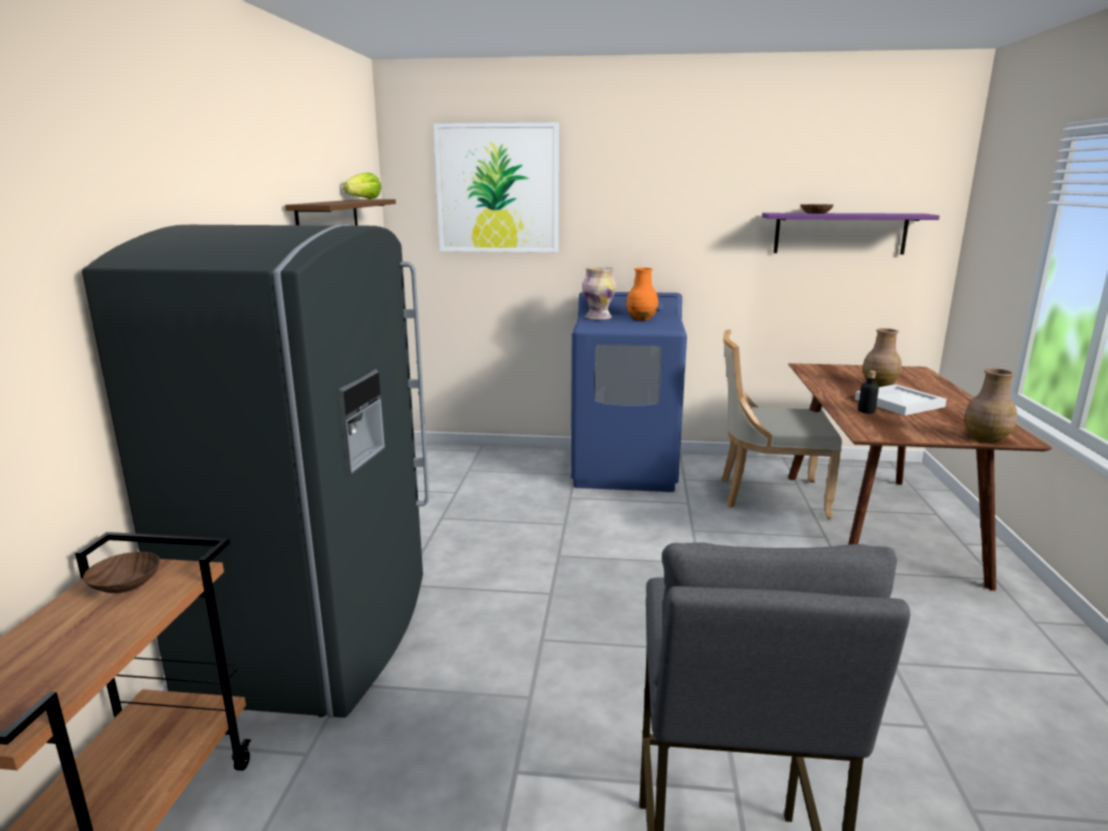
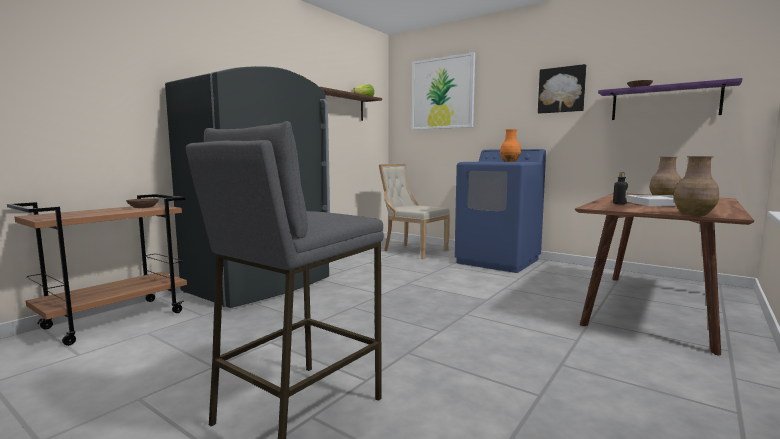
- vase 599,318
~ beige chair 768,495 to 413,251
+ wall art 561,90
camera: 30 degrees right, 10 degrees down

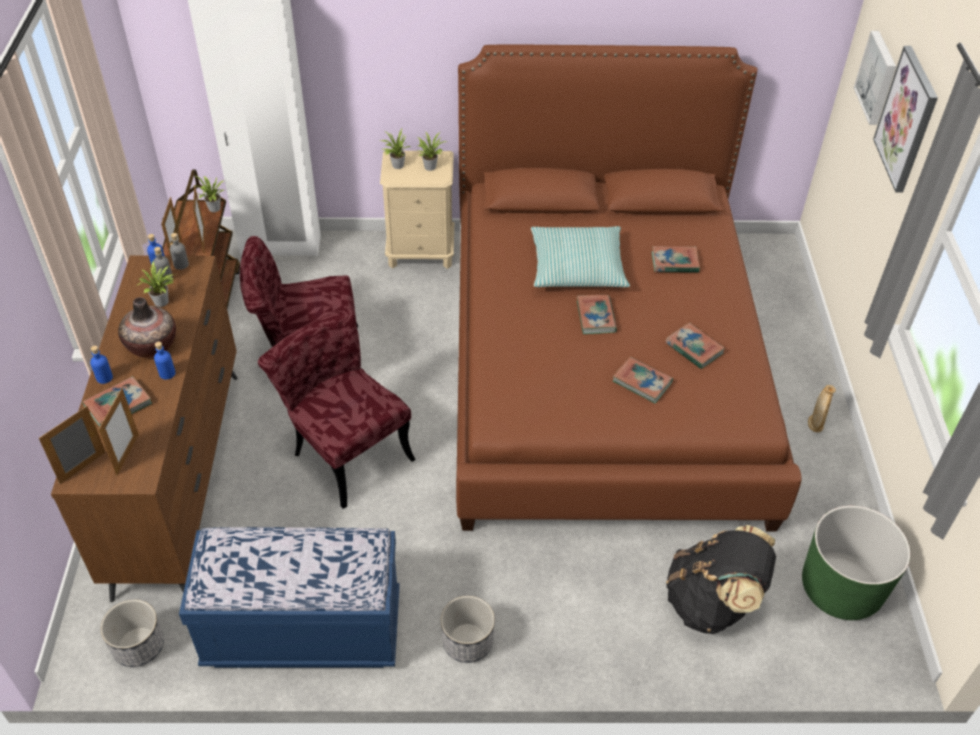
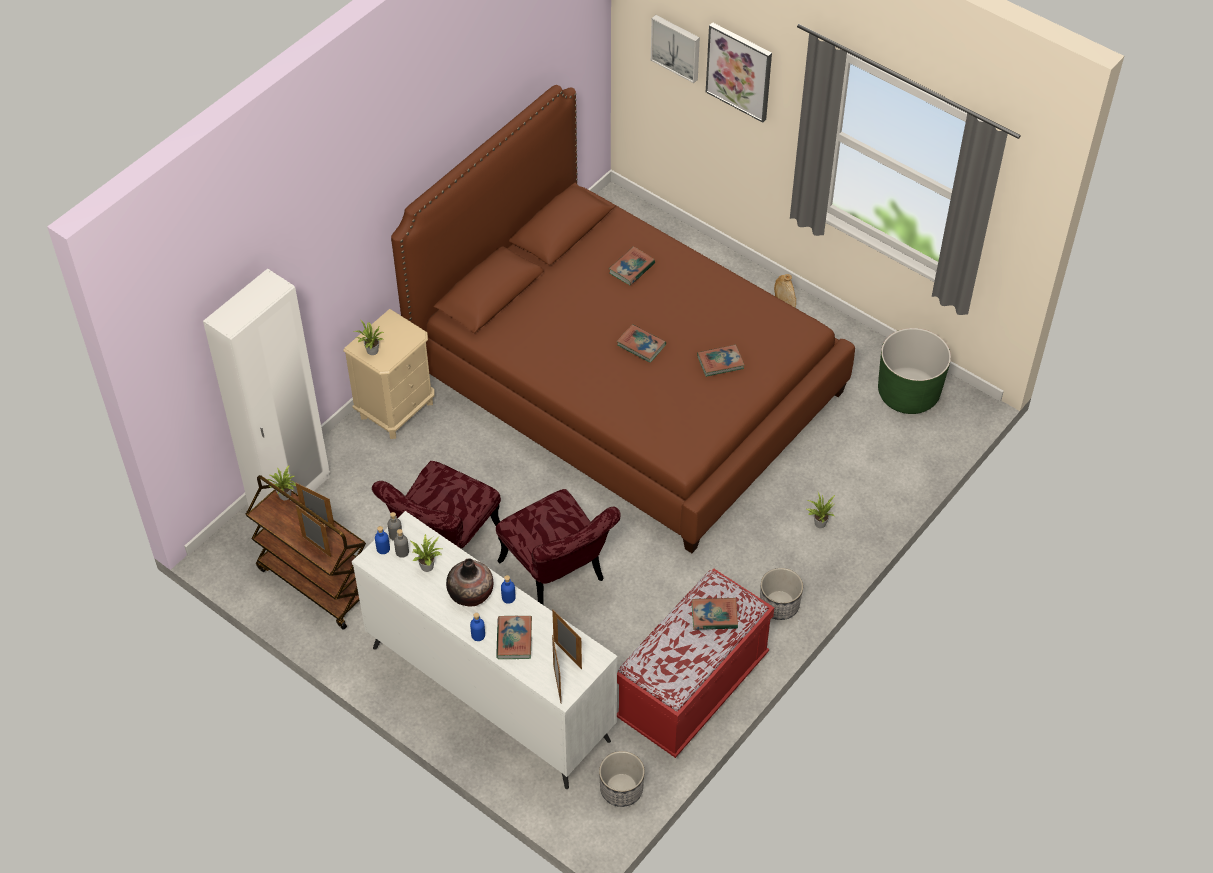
~ potted plant 430,166 to 819,522
- throw pillow 577,267
~ brown chest of drawers 180,478 to white-coloured chest of drawers 489,692
~ red chair 345,450 = 558,578 120 degrees counterclockwise
~ book 694,348 to 714,616
- black-coloured backpack 712,603
~ bluish long seat 303,631 to red long seat 693,689
camera: 50 degrees left, 5 degrees up

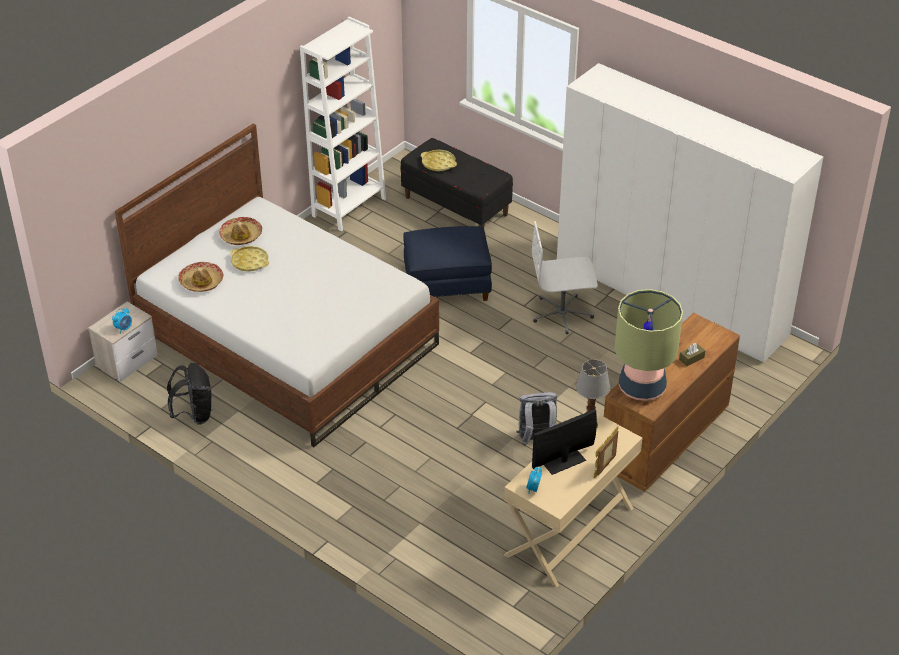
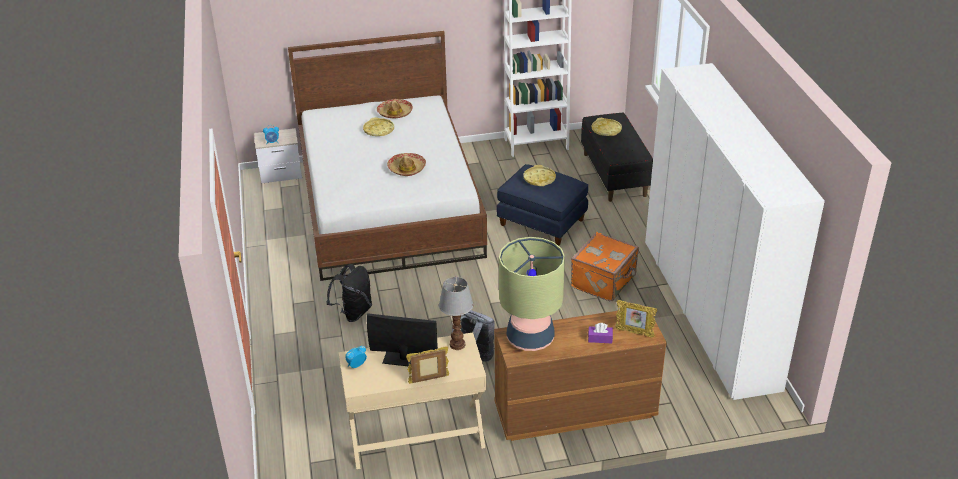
~ white-coloured computer chair 562,314 to orangey suitcase 604,281
~ wearable hat 201,281 to 407,168
~ brown box of tissues 691,358 to purplish box of tissues 600,338
~ black-coloured backpack 194,414 to 353,312
+ yellowish tray 539,179
+ standing frame 634,332
camera: 40 degrees right, 5 degrees down

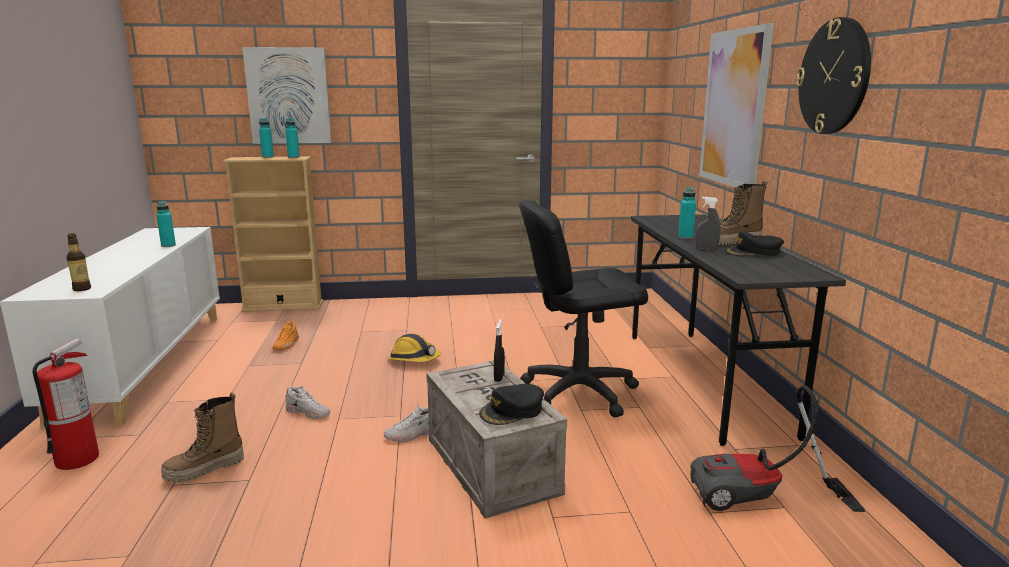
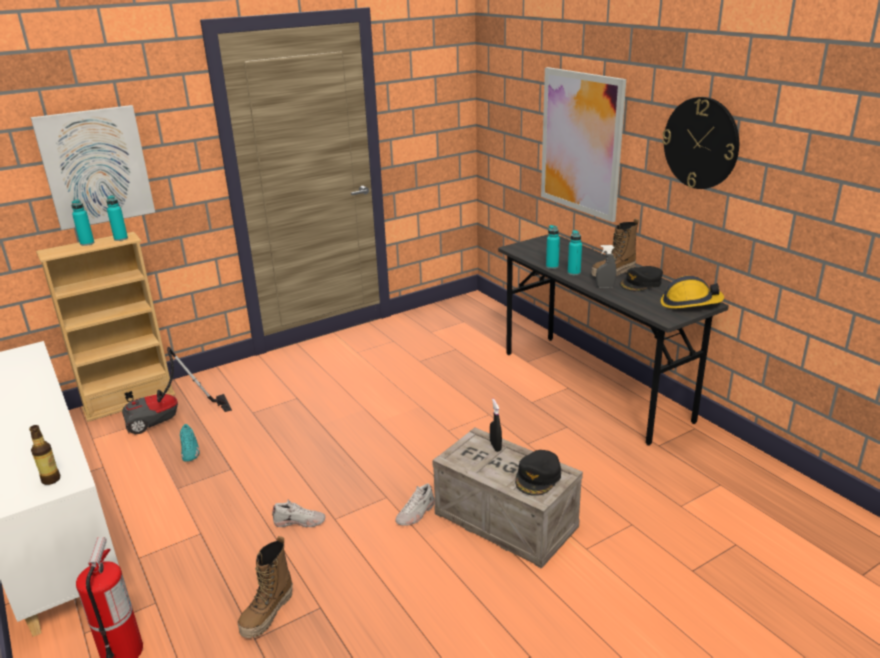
- black-coloured computer chair 578,392
~ turquoise beverage bottle 168,245 to 552,266
~ orangey shoe 286,344 to turquoise shoe 190,451
~ safety helmet 414,360 to 689,303
~ vacuum 760,500 to 169,420
camera: 25 degrees left, 10 degrees up

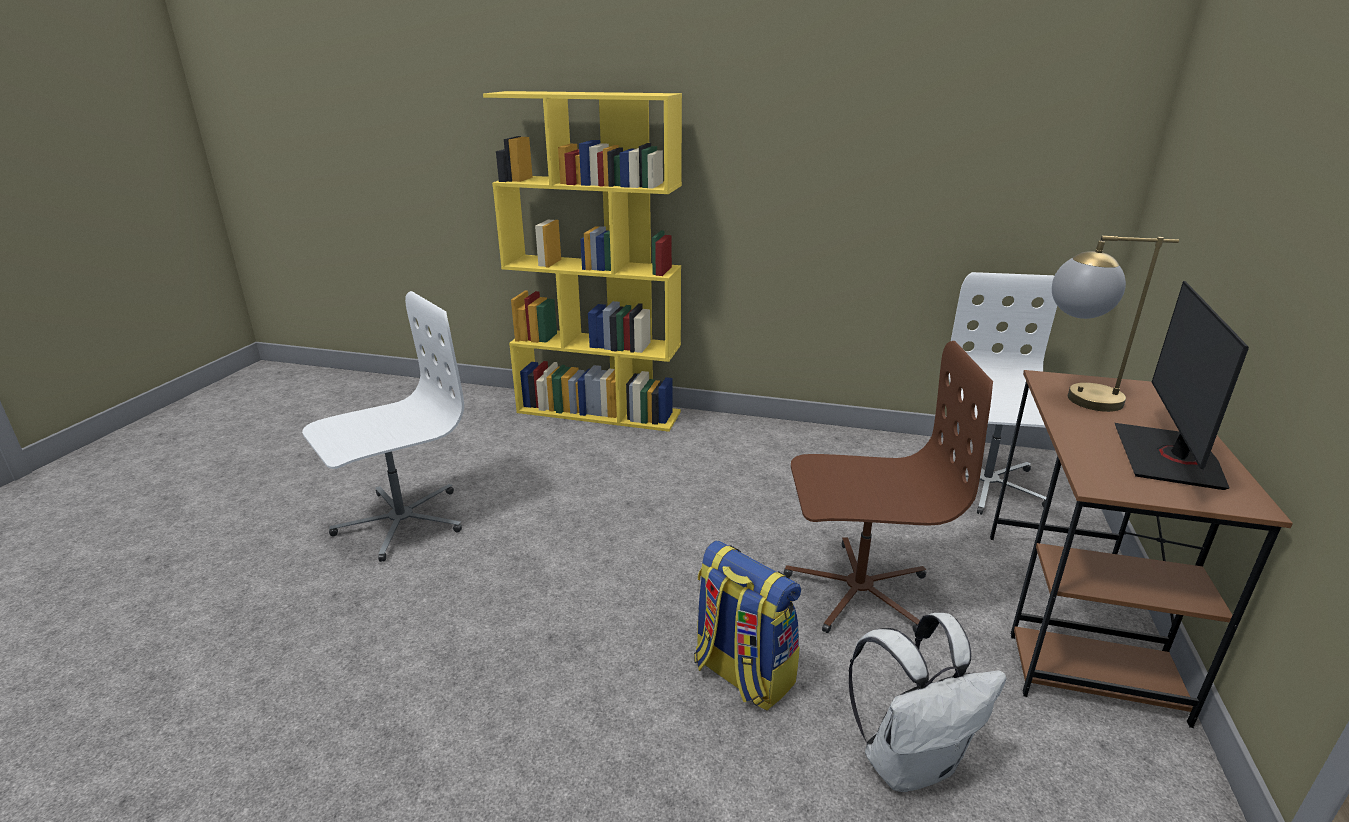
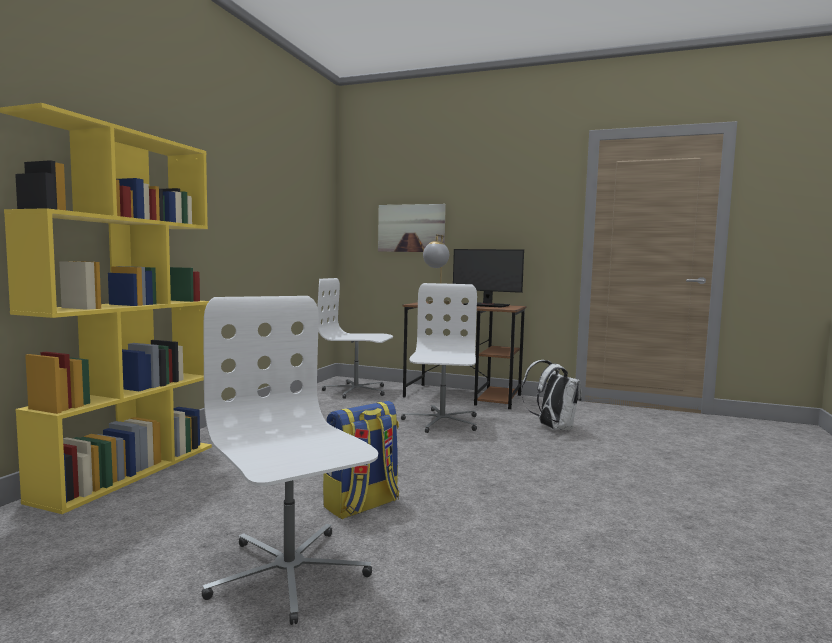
~ brown computer chair 857,590 to white-coloured computer chair 441,421
~ backpack 741,674 to 362,505
+ wall art 411,228
camera: 85 degrees left, 20 degrees down

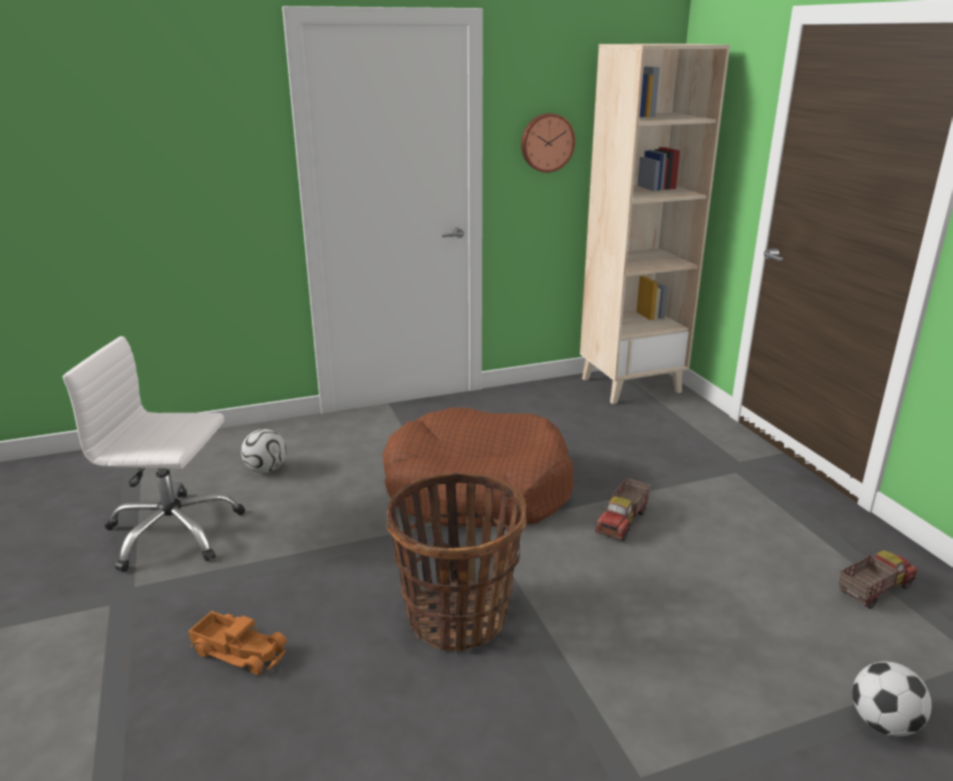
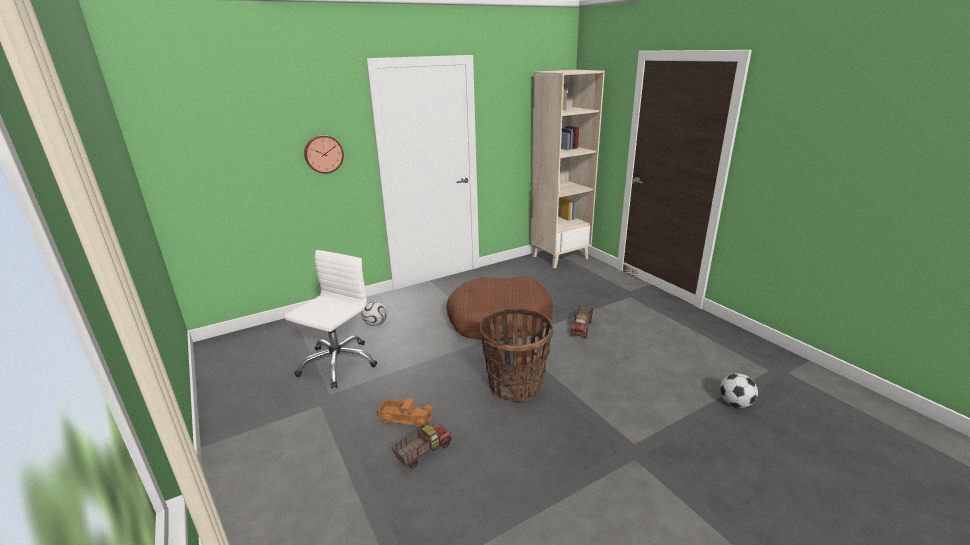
~ hanging clock 546,142 to 323,154
~ white-coloured computer chair 173,532 = 337,363 120 degrees clockwise
~ model truck 873,590 to 422,452
camera: 10 degrees left, 0 degrees up

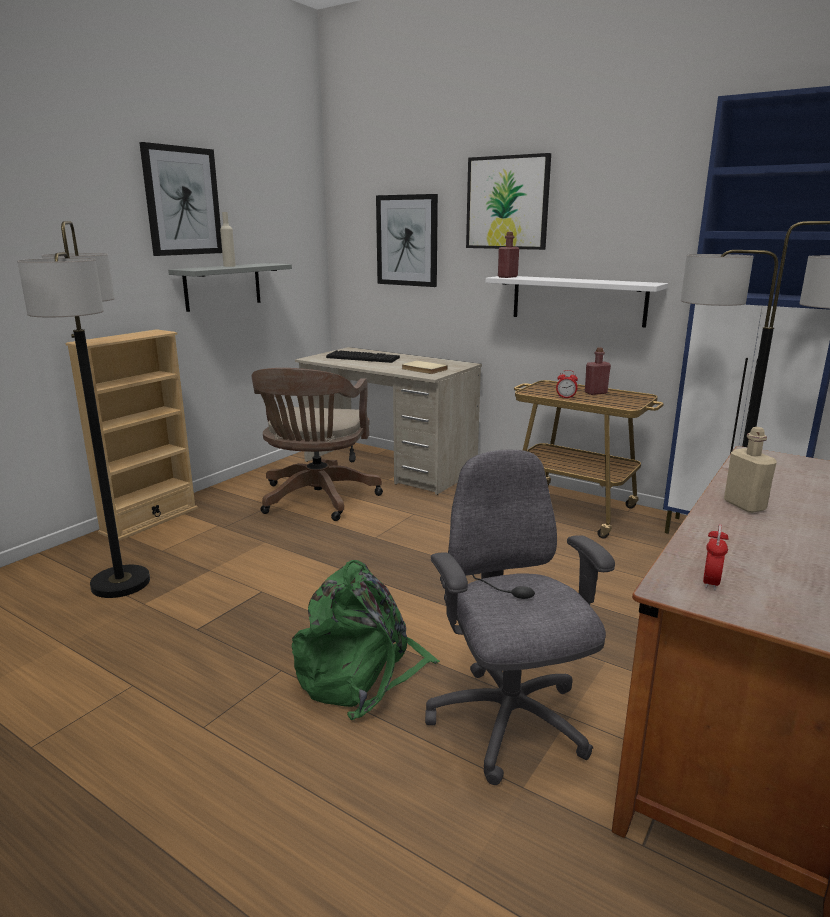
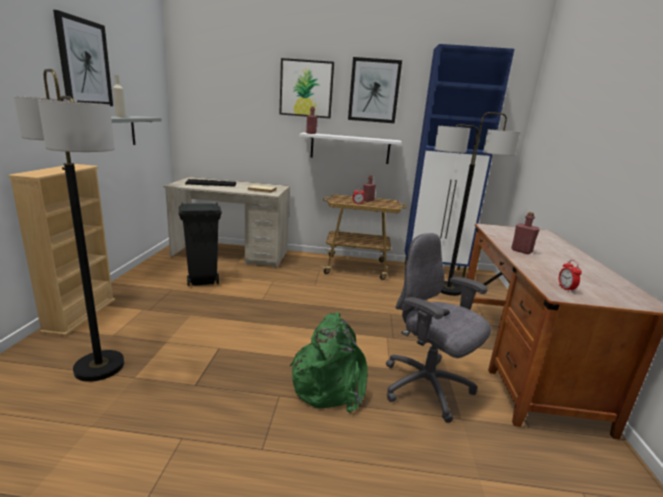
~ wall art 407,240 to 374,91
~ brown computer chair 316,500 to black-coloured waste bin 202,281
~ beige beverage bottle 744,505 to red beverage bottle 521,251
camera: 30 degrees left, 0 degrees up

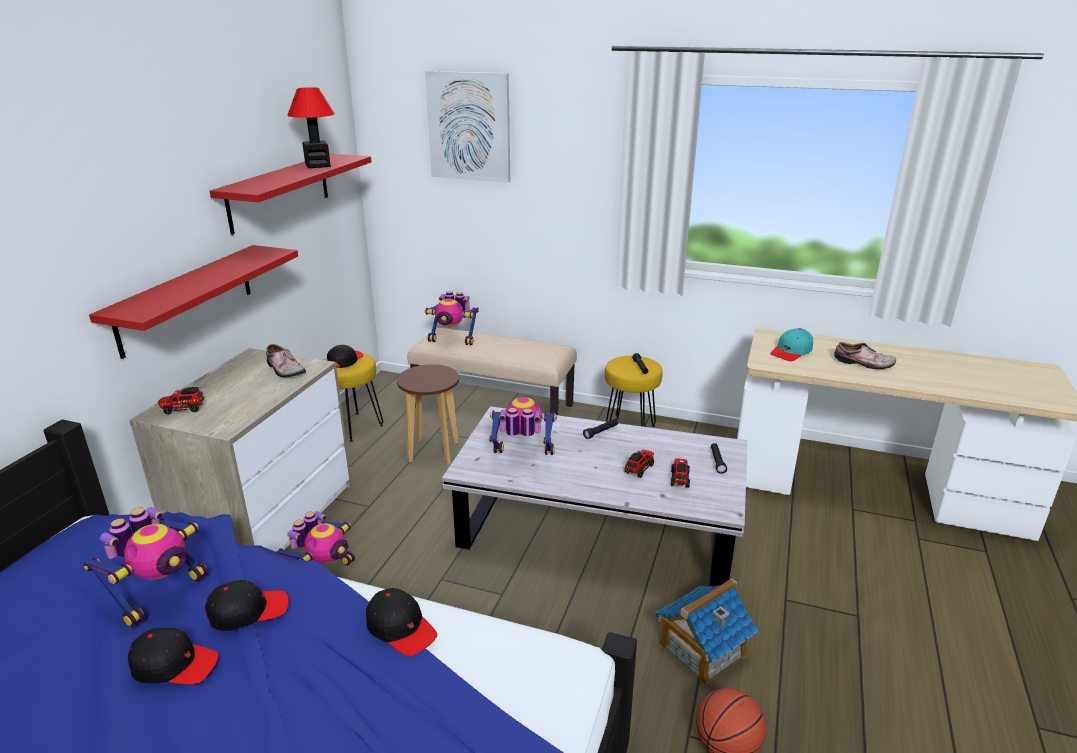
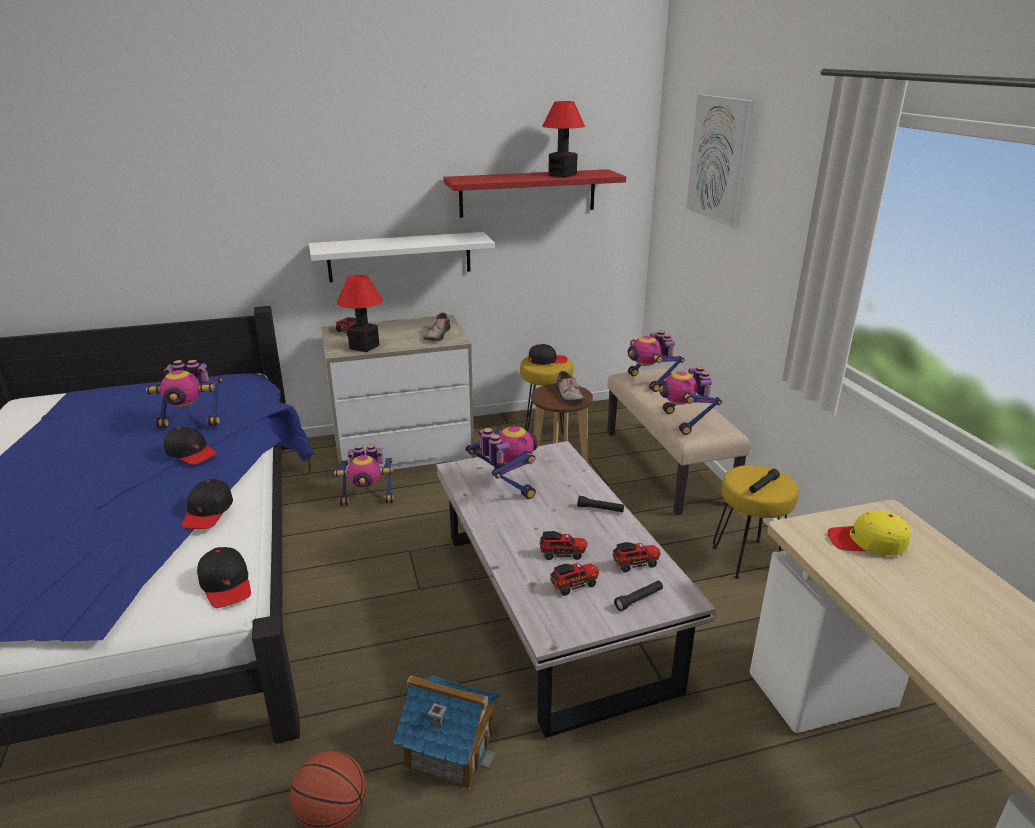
~ red shelf 186,299 to white-coloured shelf 400,257
~ turquoise peaked cap 791,352 to yellowish peaked cap 867,542
~ shoe 864,363 to 567,395
~ black-coloured peaked cap 174,664 to 226,584
+ table lamp 364,347
+ toy robot 683,422
+ model truck 636,563
camera: 55 degrees right, 0 degrees up

